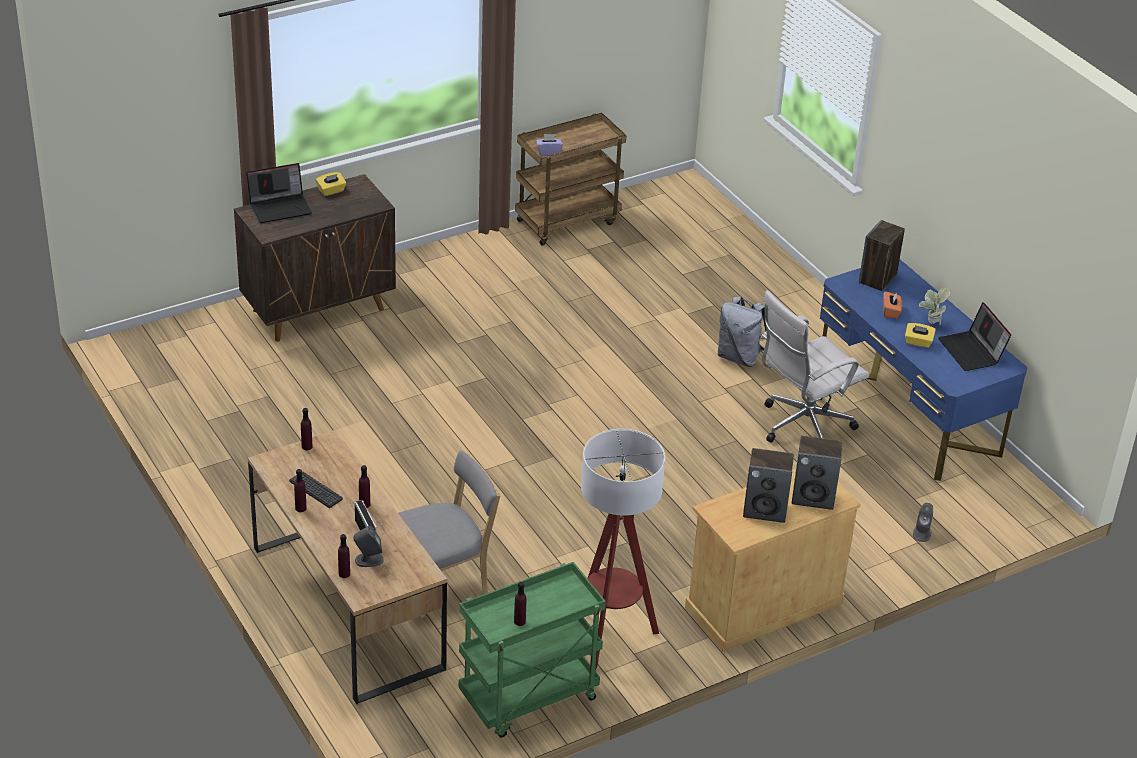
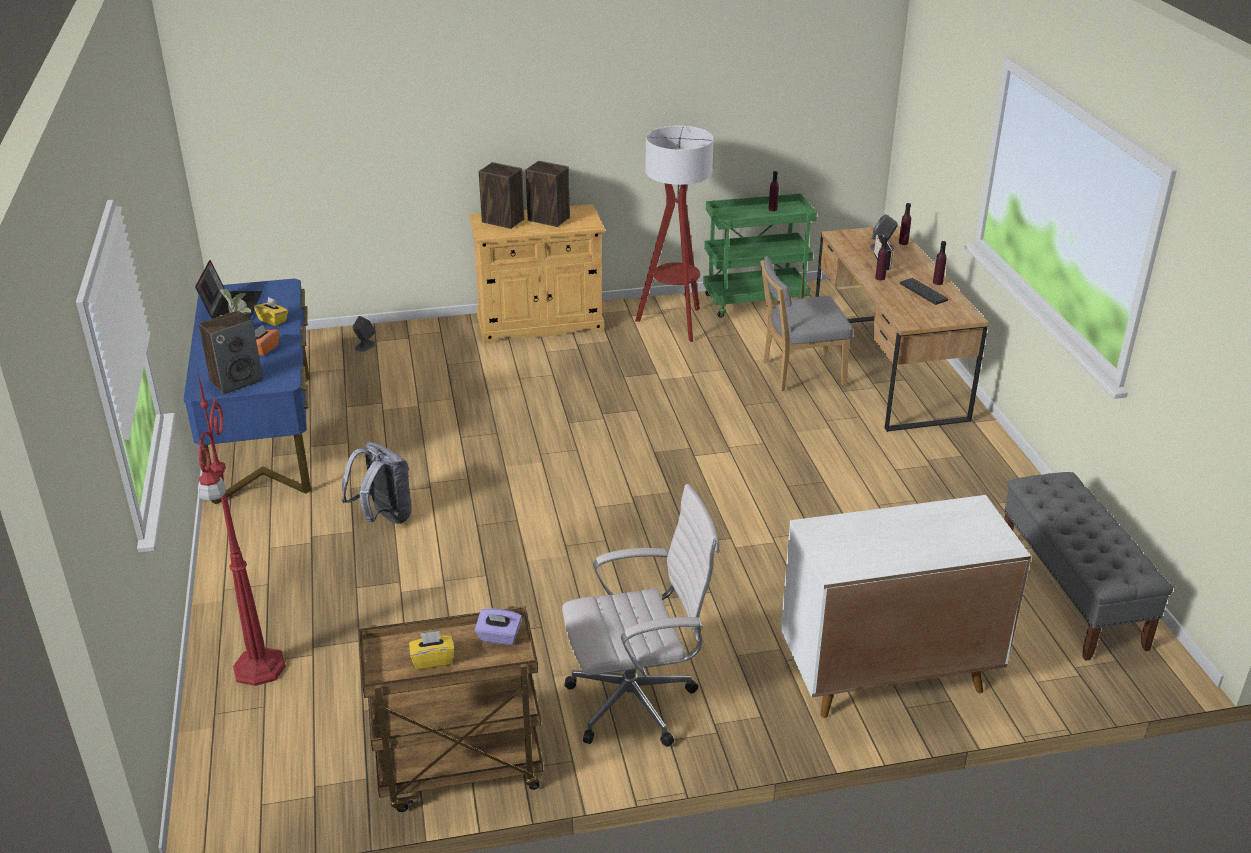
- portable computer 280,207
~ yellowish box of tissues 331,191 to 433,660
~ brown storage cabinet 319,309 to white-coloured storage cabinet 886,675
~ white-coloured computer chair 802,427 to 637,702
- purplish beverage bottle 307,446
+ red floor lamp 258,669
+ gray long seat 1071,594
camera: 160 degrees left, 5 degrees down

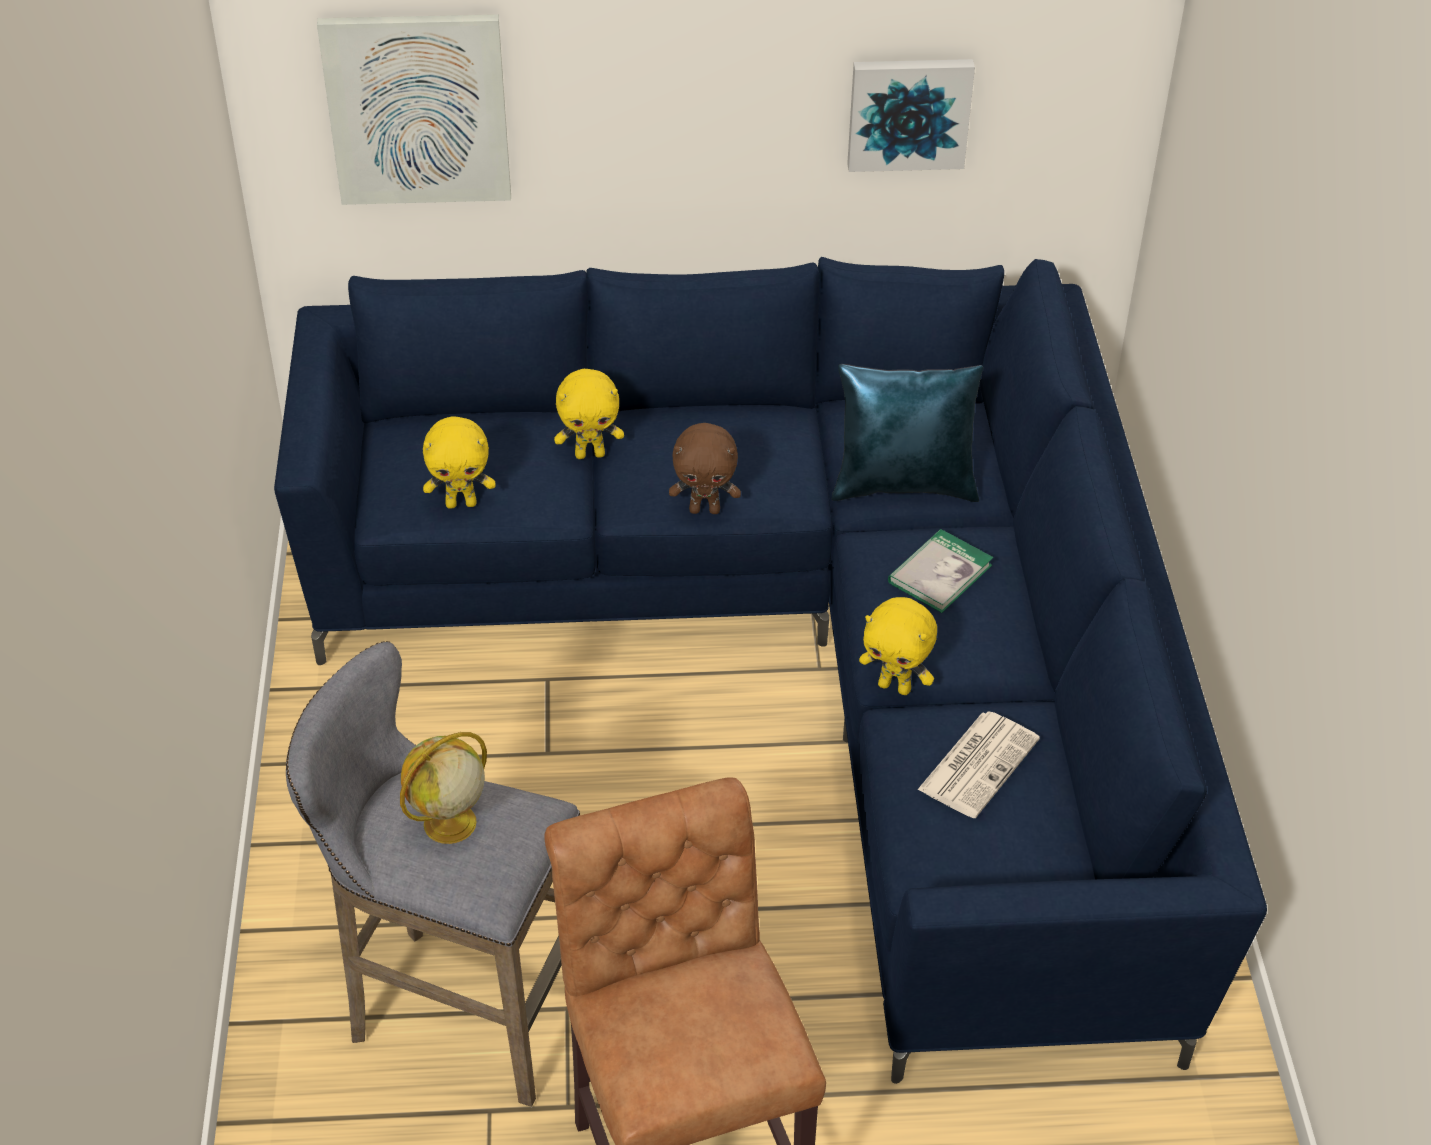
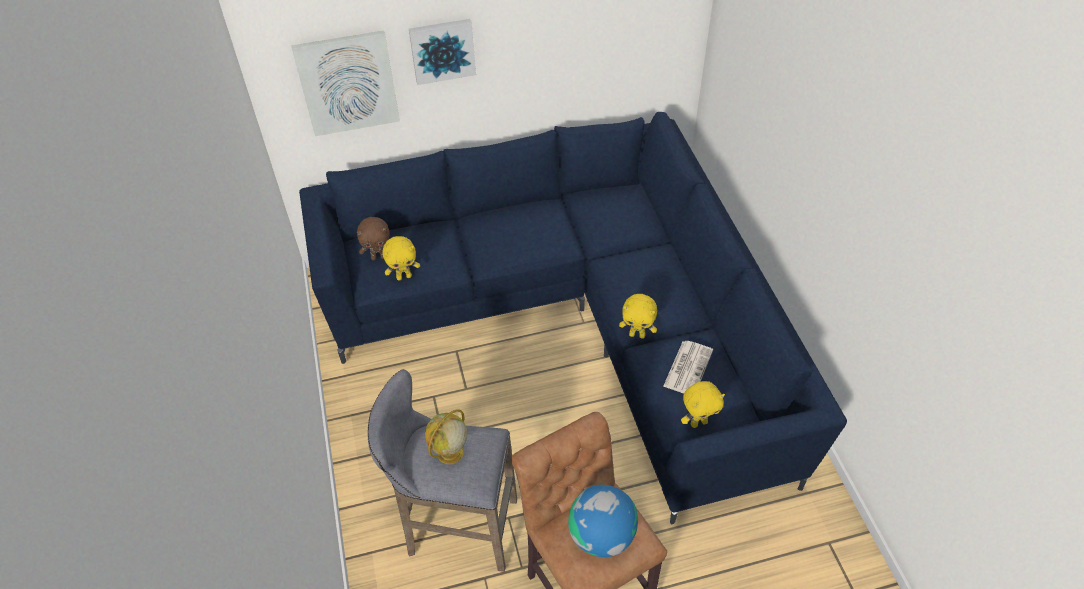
~ wall art 908,112 to 442,50
- bluish throw pillow 904,485
~ yellowish soft toy 590,454 to 698,422
~ brown soft toy 705,509 to 378,257
- book 940,574
+ globe 602,535
camera: 10 degrees left, 5 degrees up

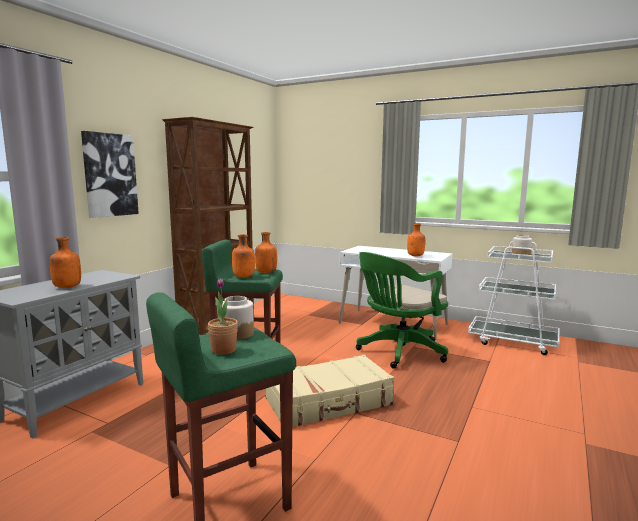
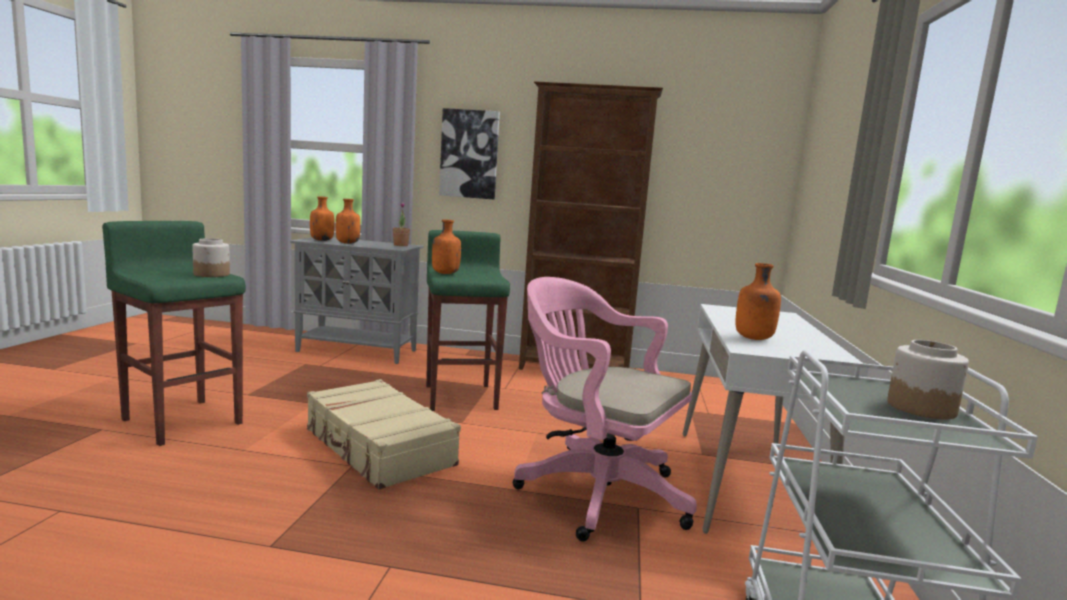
~ orangey beverage bottle 265,272 to 322,240
~ green computer chair 398,352 to pink computer chair 594,492
~ potted plant 223,350 to 400,245
camera: 70 degrees right, 0 degrees up

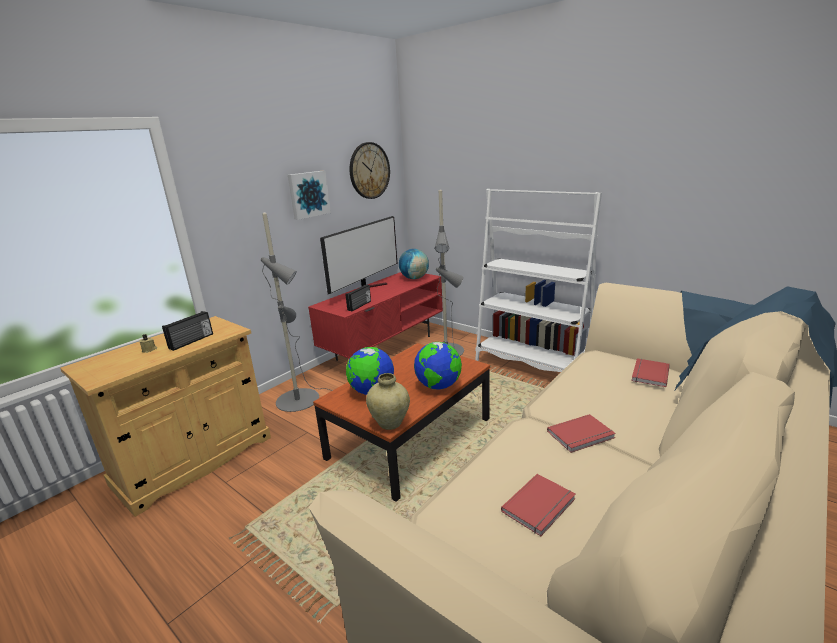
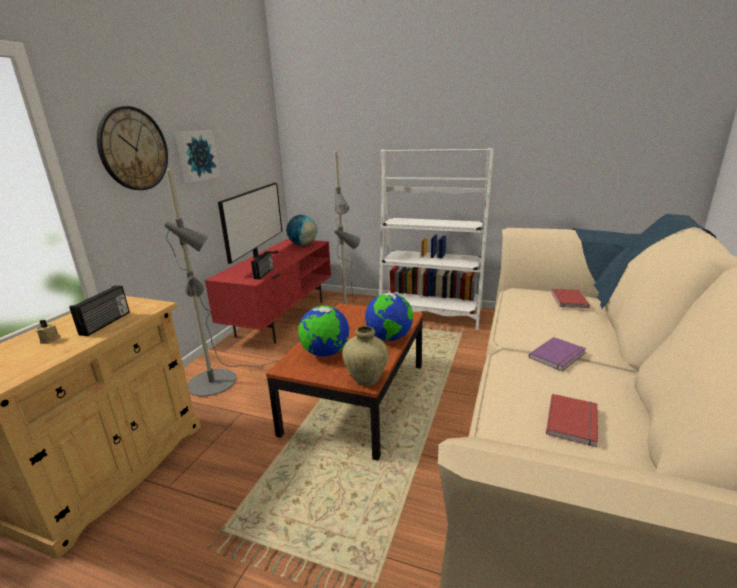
~ hanging clock 369,171 to 133,149
~ red book 582,435 to purplish book 559,356
camera: 20 degrees left, 0 degrees up

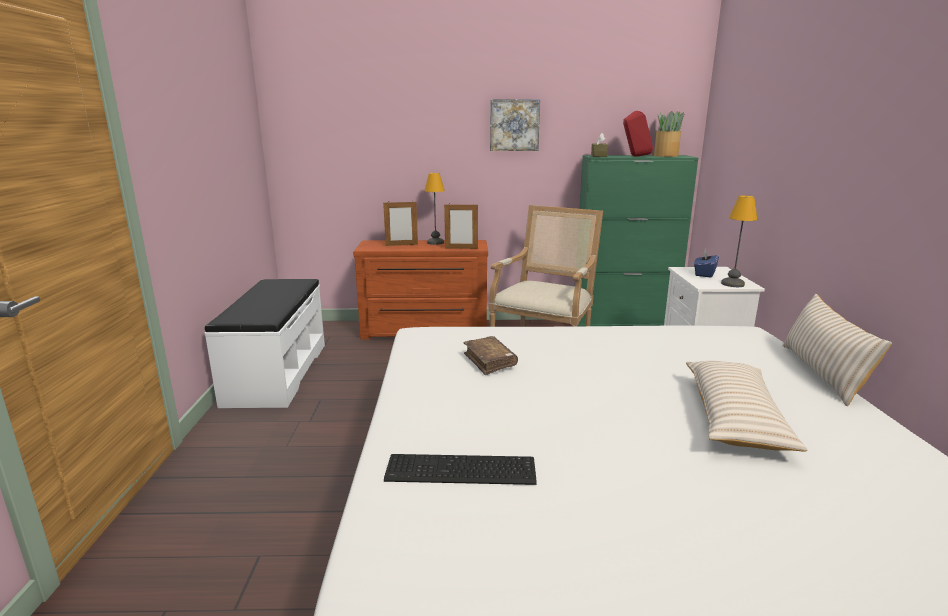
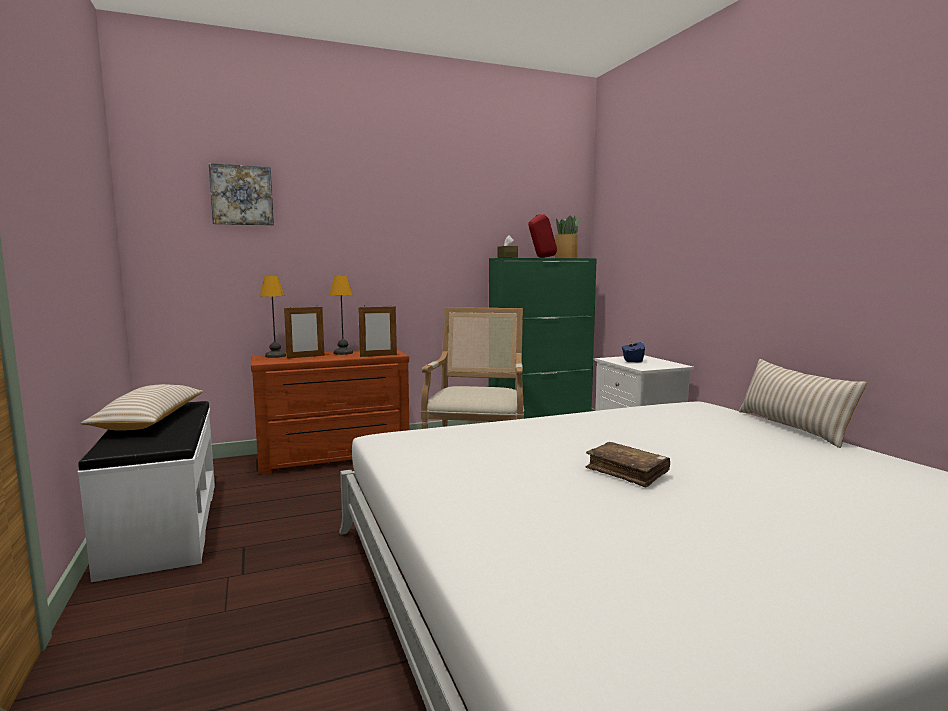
~ wall art 514,125 to 242,195
~ table lamp 732,284 to 275,356
~ brown book 489,361 to 627,472
~ beige throw pillow 734,417 to 150,420
- keyboard 462,471
camera: 20 degrees left, 10 degrees down

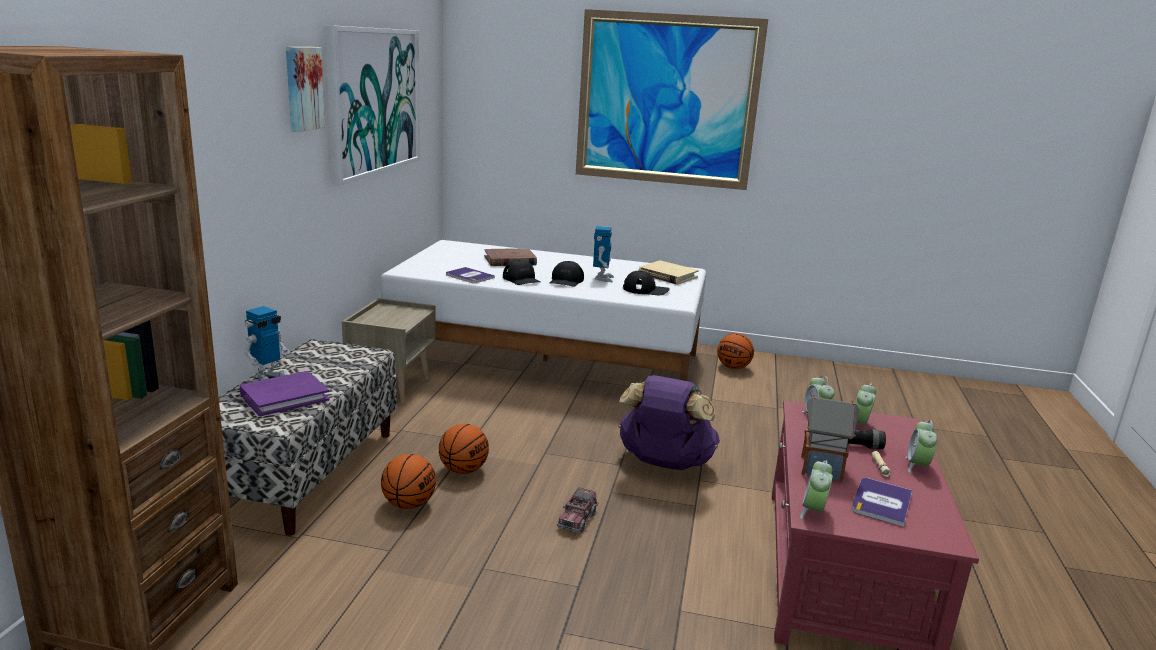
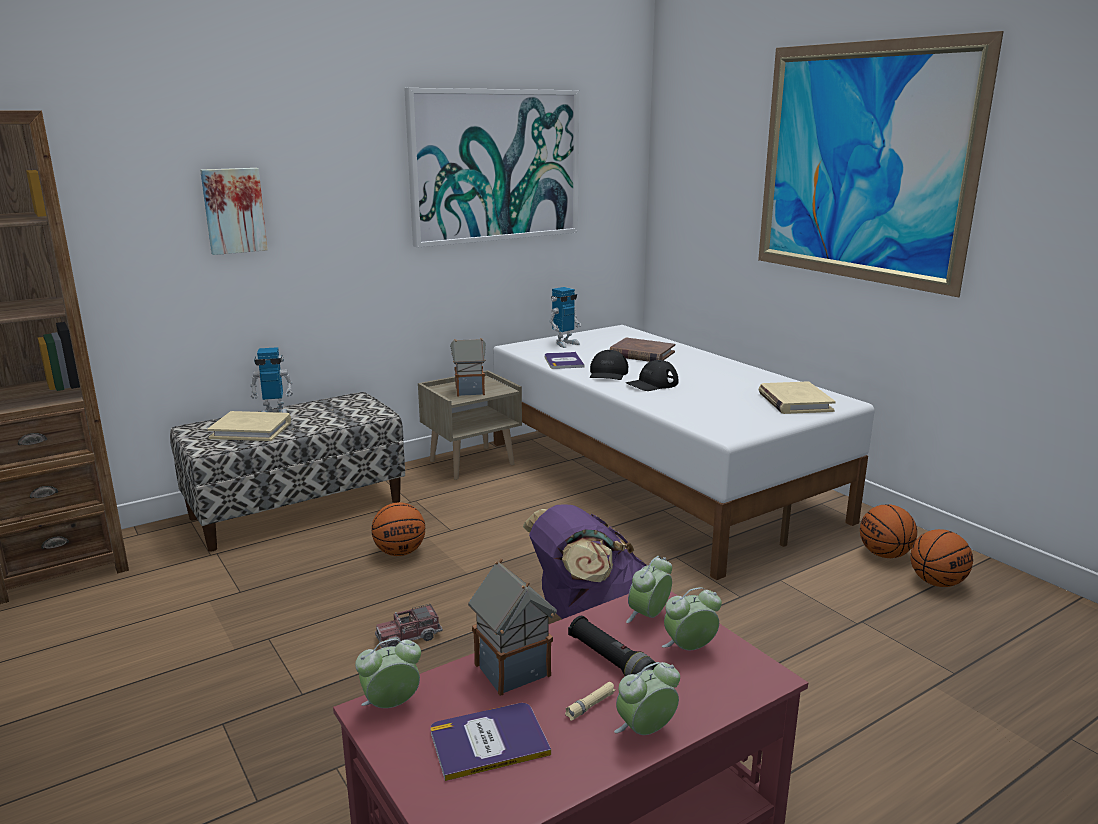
~ wall art 302,88 to 233,210
~ toy robot 602,278 to 565,344
- black-coloured peaked cap 646,290
~ purplish book 284,397 to beige book 251,430
~ basketball 408,504 to 936,582
+ toy house 469,391
camera: 45 degrees right, 0 degrees up

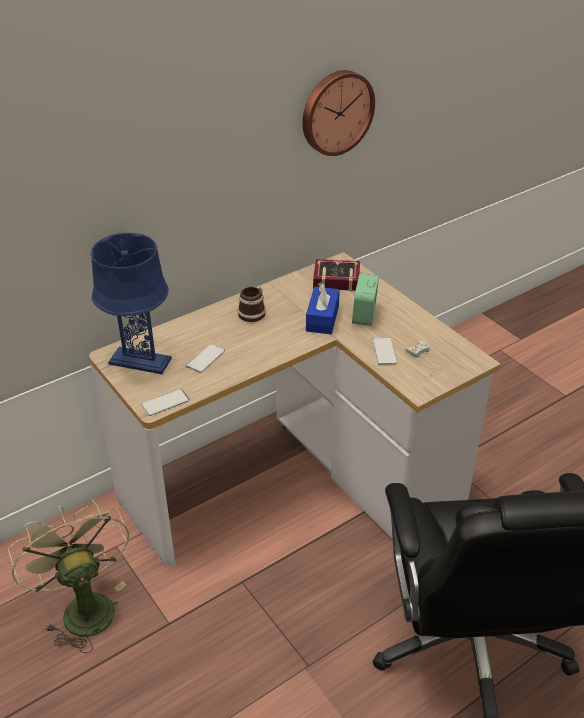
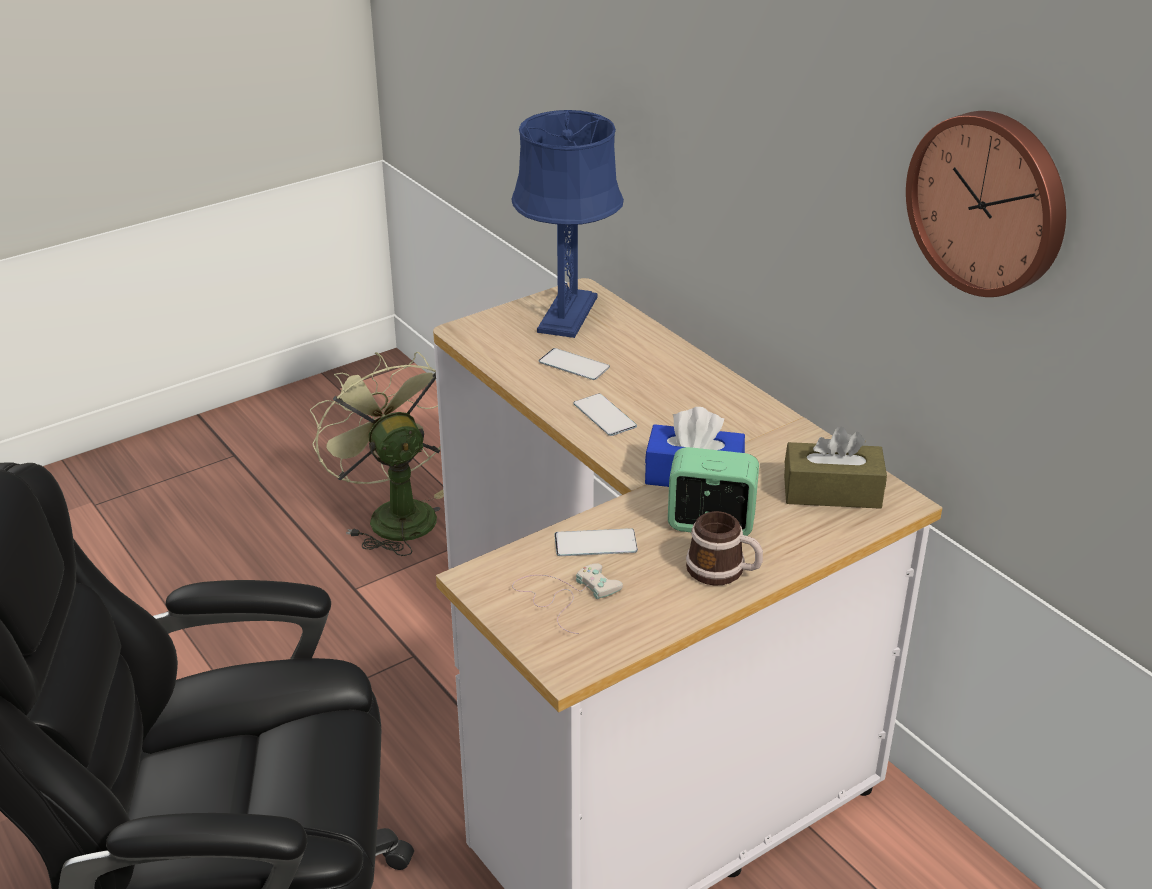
~ book 334,279 to brown box of tissues 832,491
~ coffee mug 253,312 to 723,571
~ telephone 165,402 to 604,415
~ green fan 83,606 = 394,514 90 degrees counterclockwise
camera: 90 degrees right, 5 degrees down

